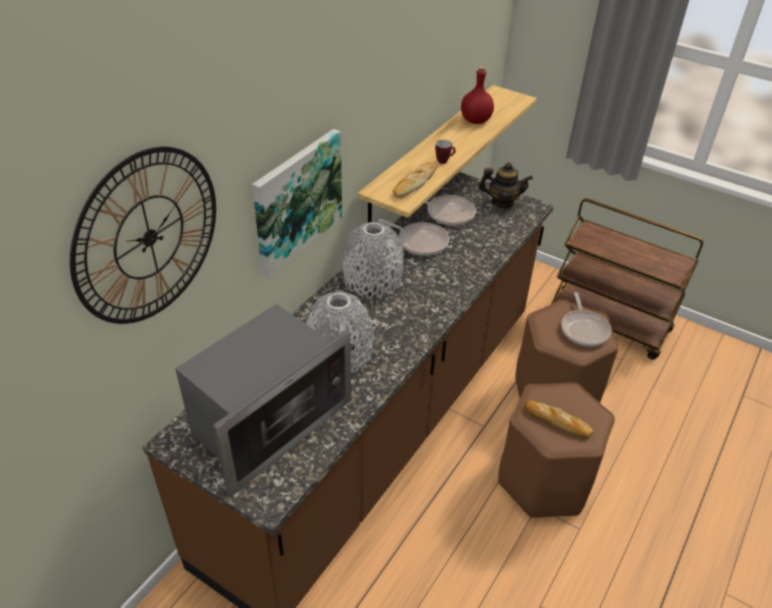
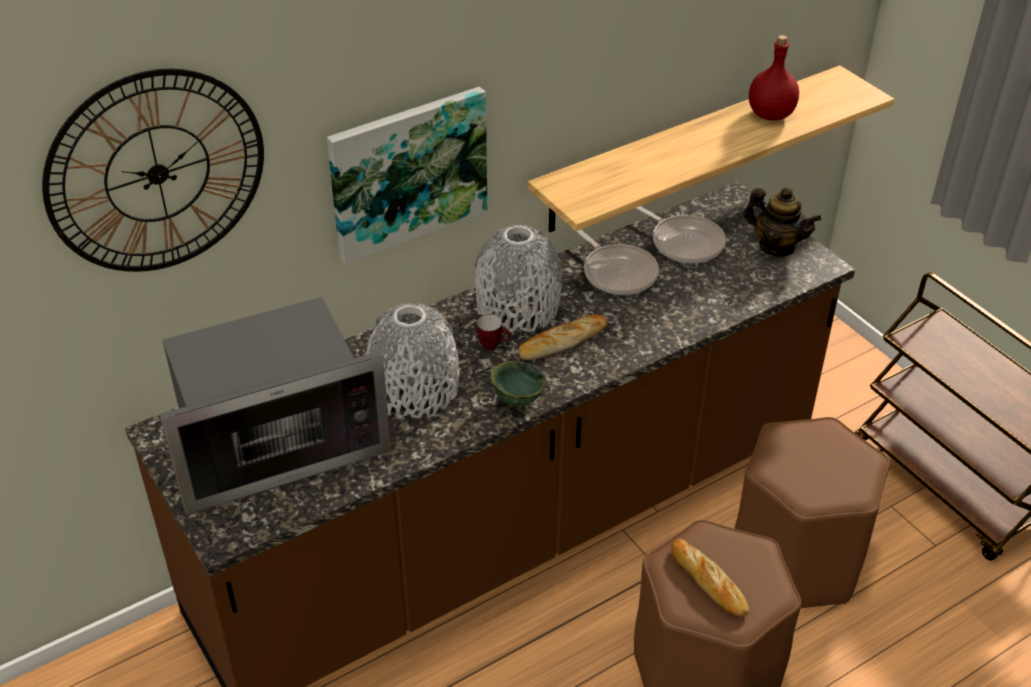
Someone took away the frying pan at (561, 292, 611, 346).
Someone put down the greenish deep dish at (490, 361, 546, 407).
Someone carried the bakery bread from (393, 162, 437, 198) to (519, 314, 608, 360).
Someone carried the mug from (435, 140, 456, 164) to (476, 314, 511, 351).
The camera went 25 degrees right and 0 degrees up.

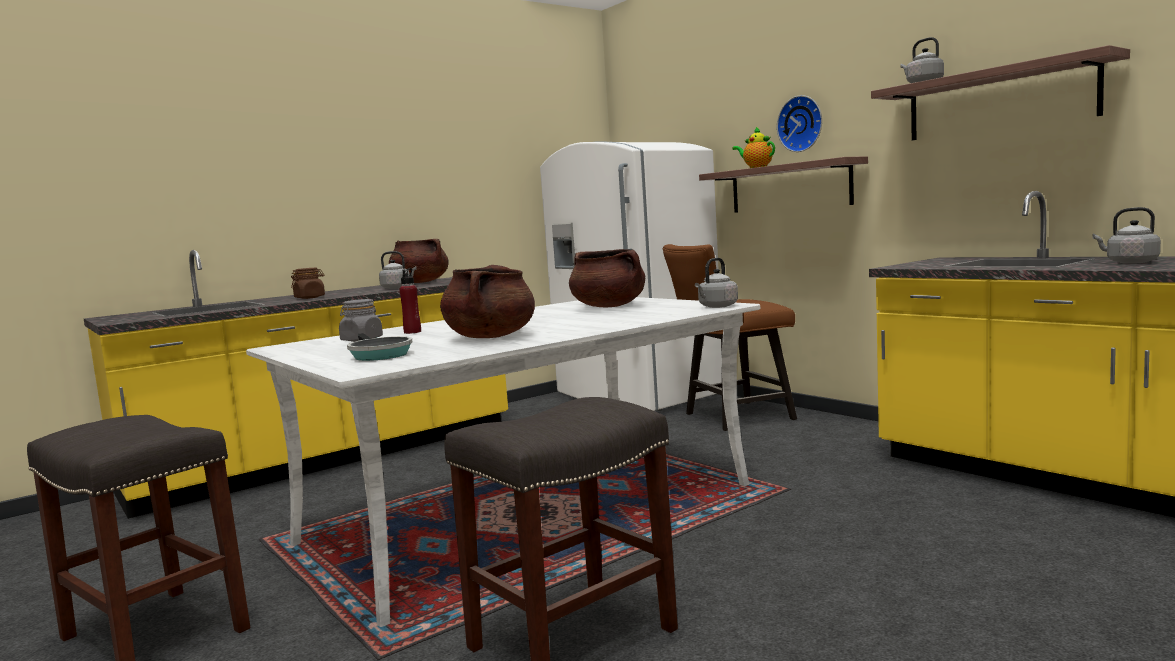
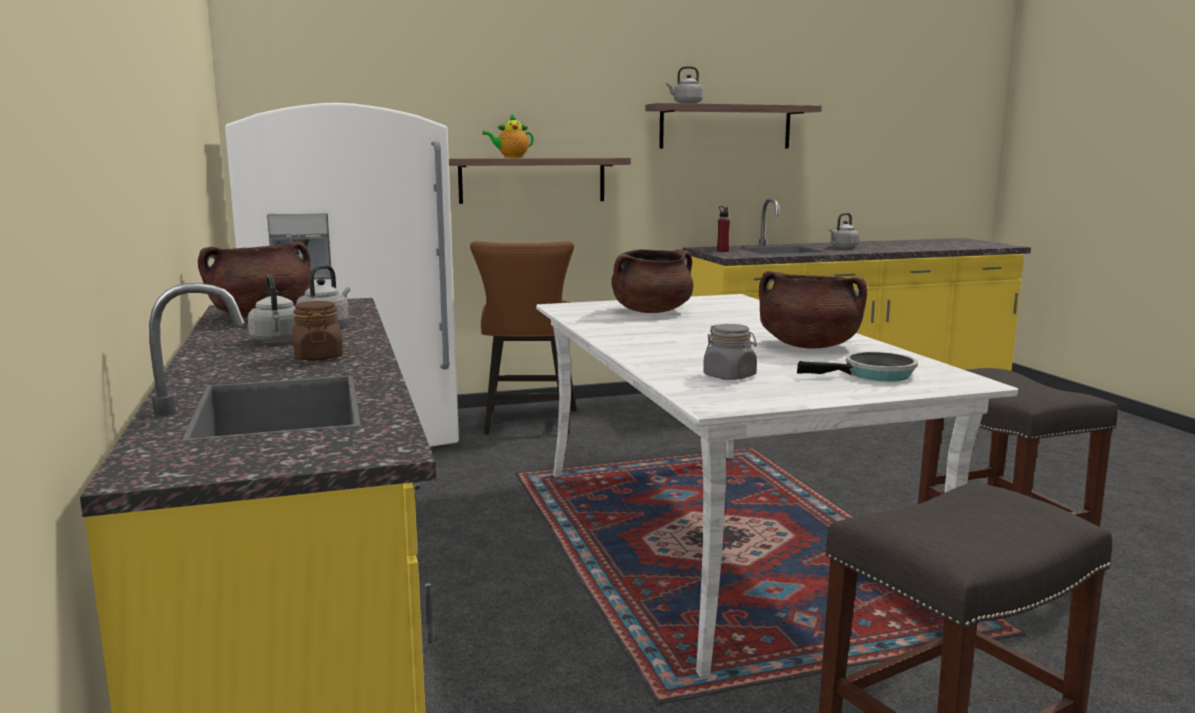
Someone took away the clock on the wall at (777, 95, 822, 152).
Someone carried the red-coloured drink bottle from (399, 268, 421, 334) to (717, 206, 730, 252).
Someone carried the greyish kettle from (695, 258, 738, 308) to (248, 274, 296, 343).
The camera went 70 degrees left and 5 degrees up.

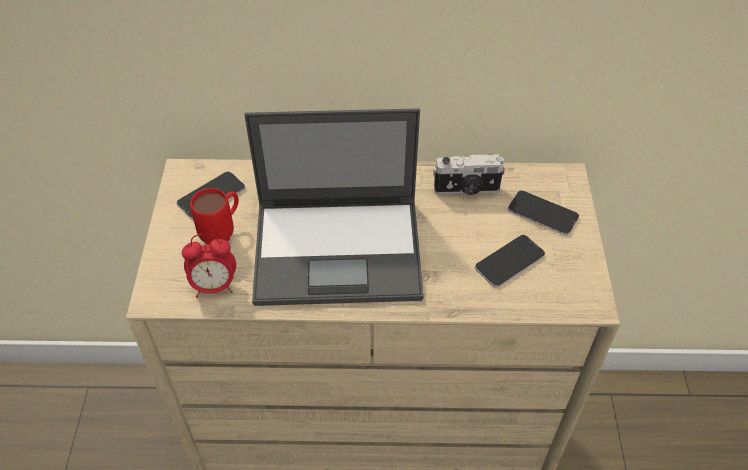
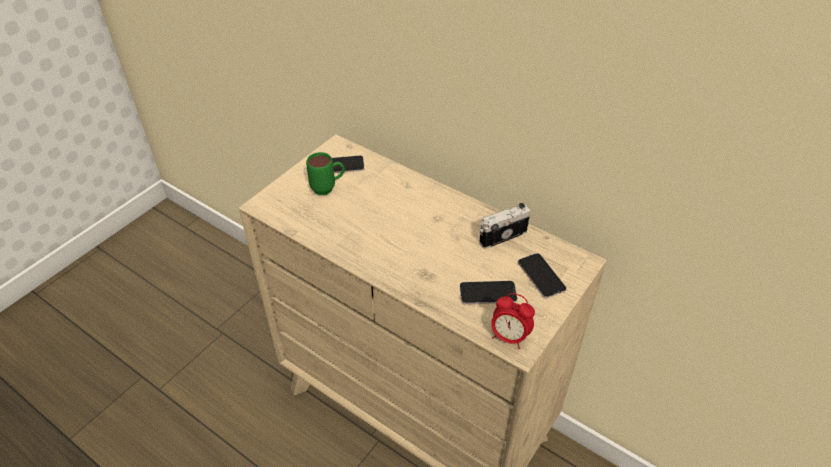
Someone took away the portable computer at (244, 108, 424, 306).
Someone carried the bedside clock from (182, 233, 236, 297) to (491, 293, 535, 349).
Someone repainted the red-coloured mug at (190, 188, 239, 244), which became the greenish mug at (306, 152, 345, 195).
Someone rotated the photo camera at (433, 154, 506, 195) by 120 degrees clockwise.
The camera went 35 degrees right and 5 degrees down.

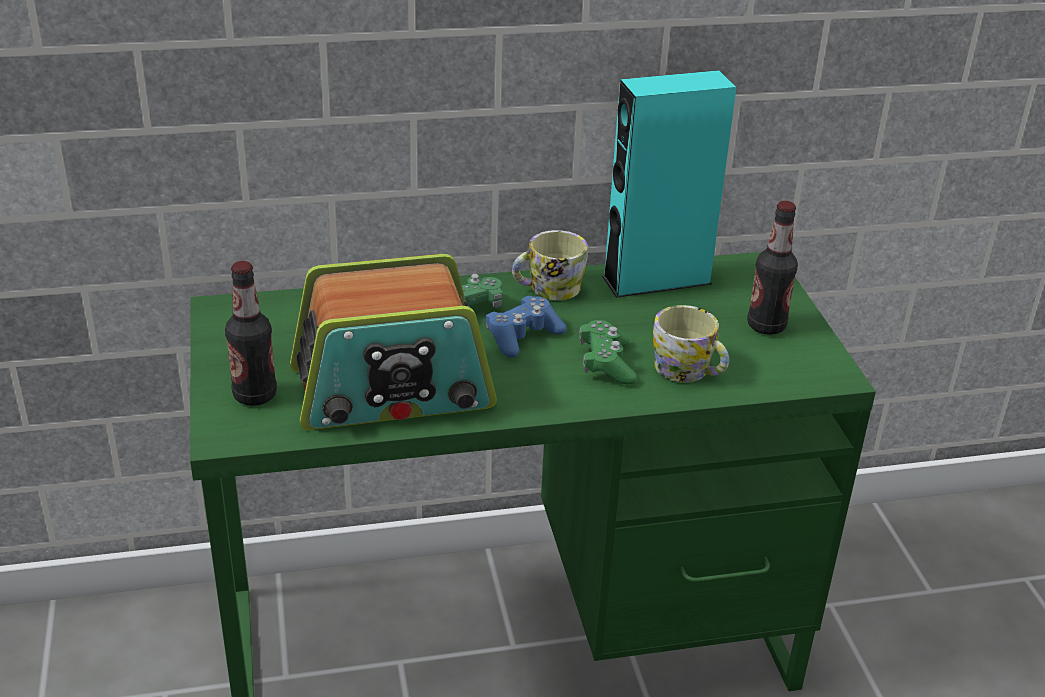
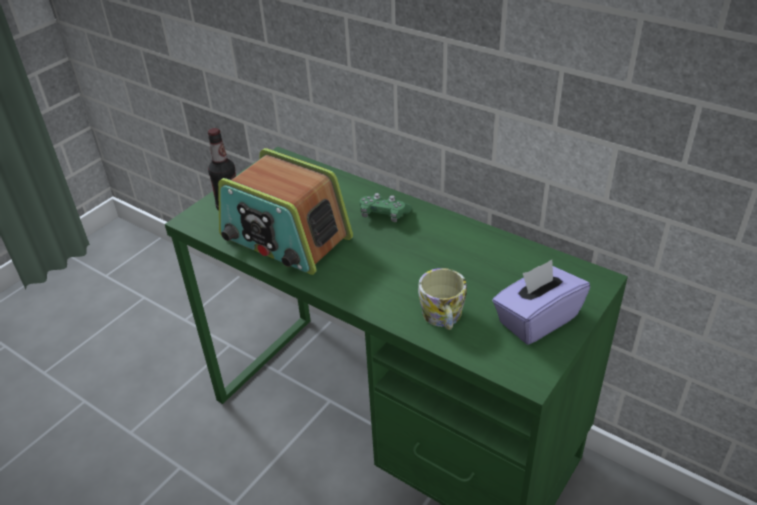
Someone took away the blue gamepad at (486, 296, 566, 358).
Someone took away the mug at (512, 230, 588, 300).
Someone took away the greenish gamepad at (579, 320, 637, 384).
Someone took away the turquoise audio speaker at (602, 70, 737, 298).
Someone swapped the drink bottle at (747, 201, 798, 335) for the purple-coloured tissue holder at (492, 260, 590, 345).
The camera went 50 degrees right and 5 degrees up.

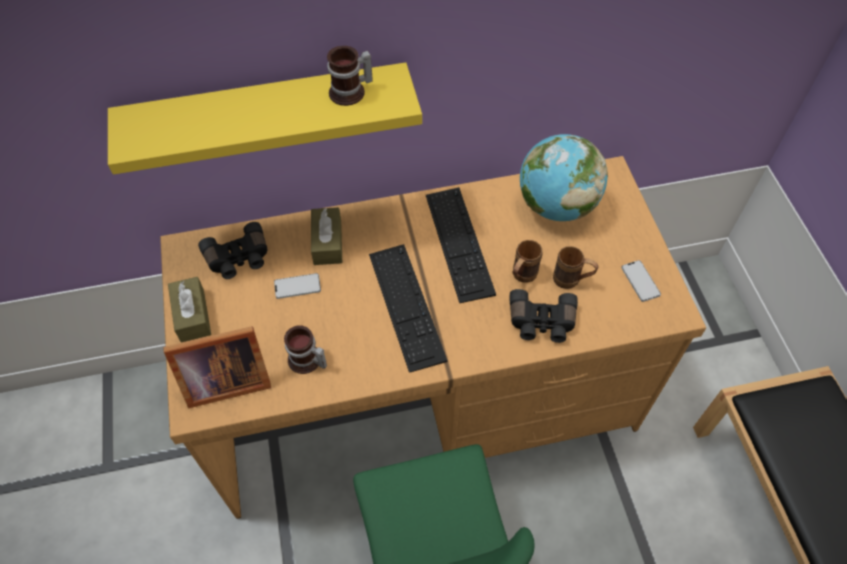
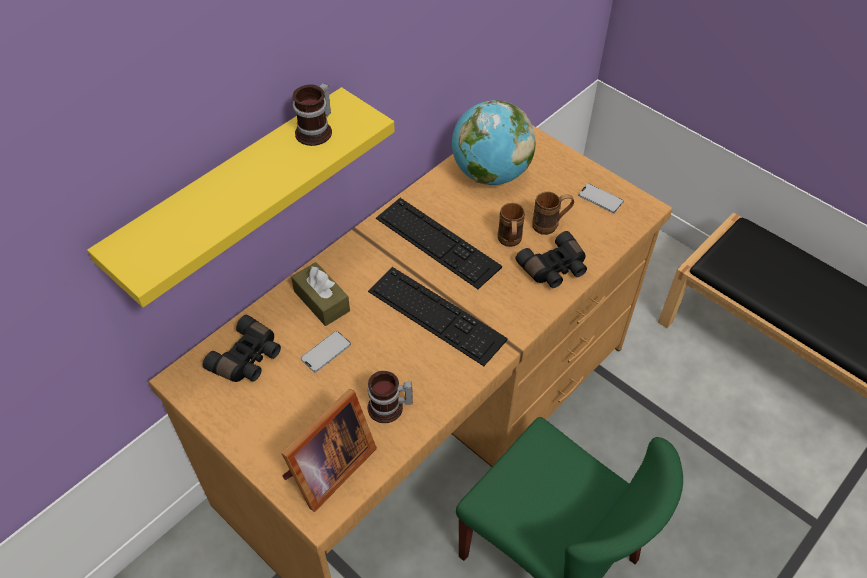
Someone took away the brown-coloured tissue holder at (168, 277, 211, 343).
The camera went 35 degrees left and 5 degrees down.

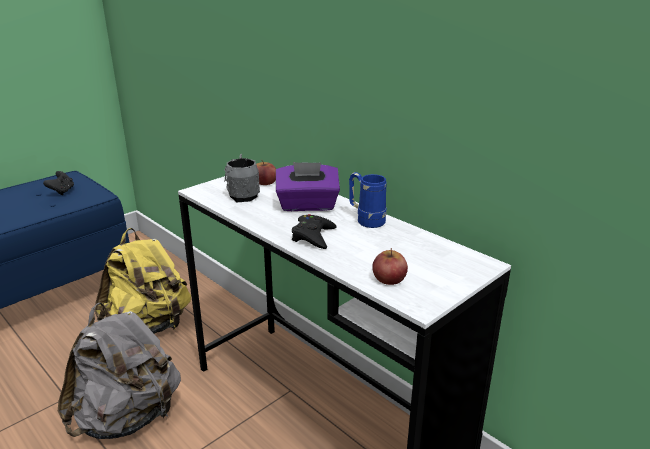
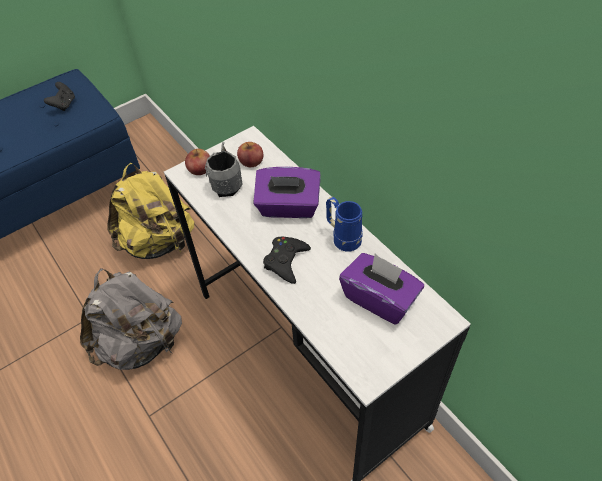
Someone put down the purple-coloured tissue holder at (339, 253, 424, 325).
Someone carried the apple from (372, 248, 408, 285) to (185, 149, 210, 175).
The camera went 10 degrees right and 25 degrees up.

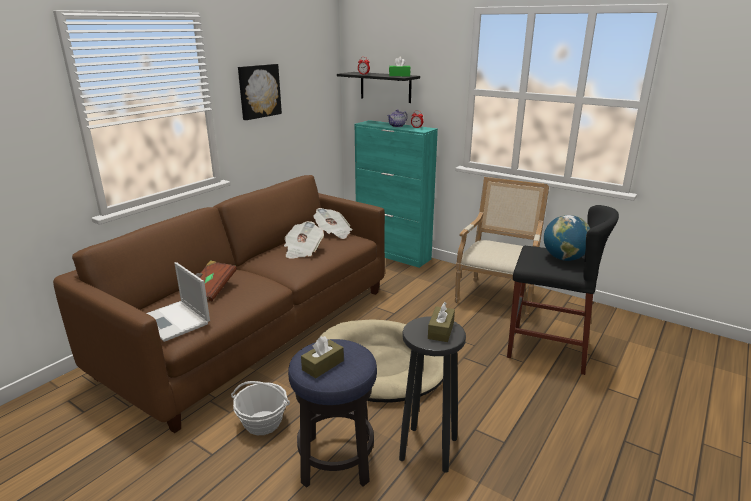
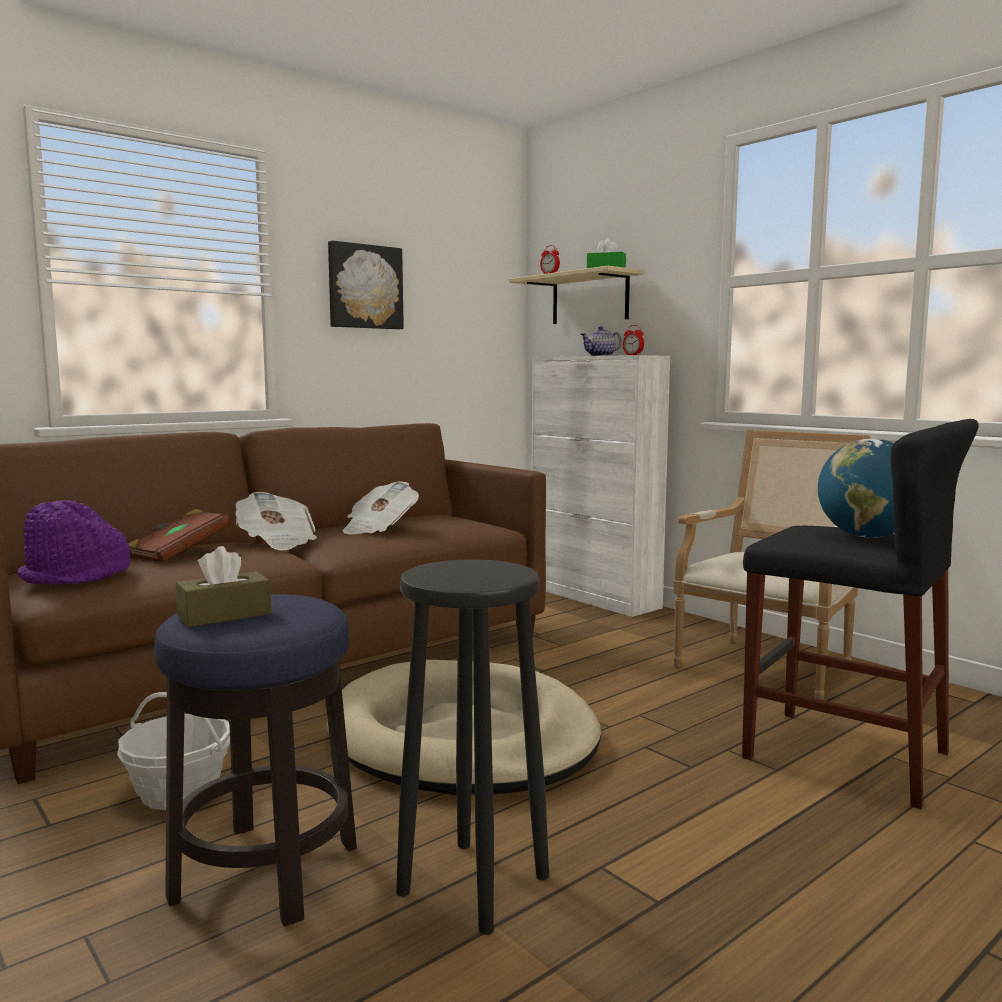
Someone took away the brown-coloured tissue holder at (428, 302, 455, 342).
Someone carried the daily paper from (313, 208, 353, 239) to (235, 492, 317, 551).
Someone swapped the portable computer at (147, 262, 210, 342) for the purple-coloured wearable hat at (18, 500, 130, 585).
Someone repainted the black bracket shelf at (337, 72, 420, 103), which became the beige bracket shelf at (509, 266, 643, 324).
Someone repainted the turquoise cabinet at (354, 120, 438, 268), which became the white cabinet at (532, 355, 670, 617).
The camera went 15 degrees right and 15 degrees down.

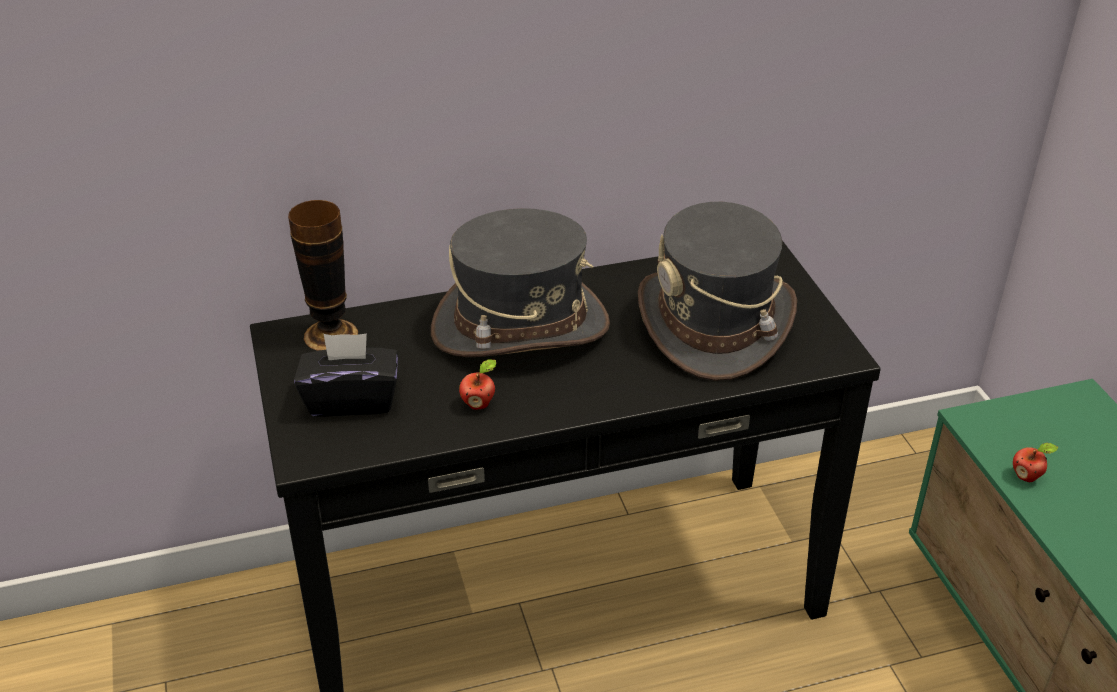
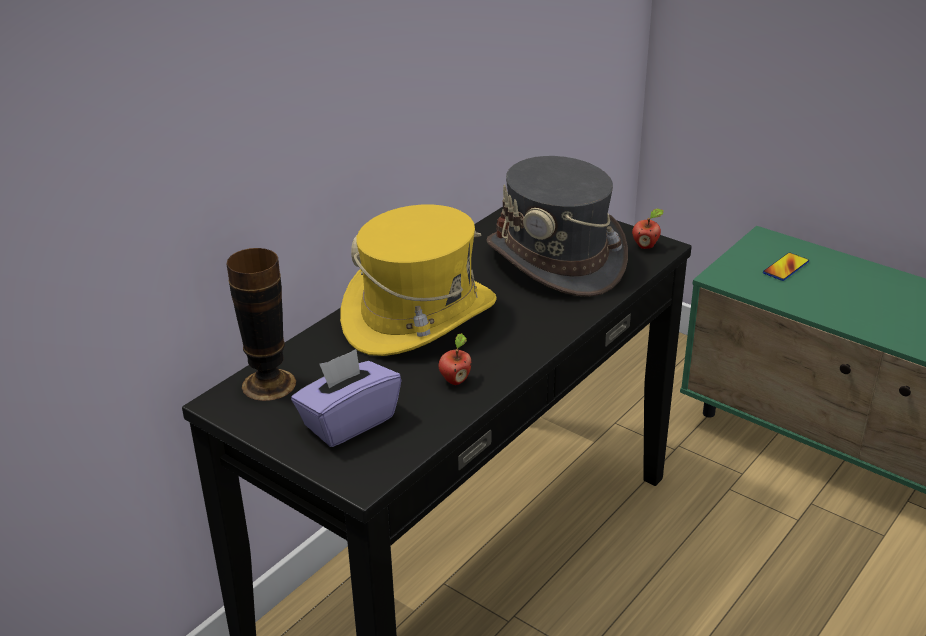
Someone put down the telephone at (763, 252, 809, 281).
Someone carried the apple from (1013, 443, 1058, 482) to (632, 209, 663, 249).
Someone repainted the black tissue holder at (294, 334, 398, 417), which became the purple-coloured tissue holder at (291, 349, 402, 447).
Someone repainted the greyish wearable hat at (431, 208, 610, 357), which became the yellow-coloured wearable hat at (340, 204, 497, 356).
The camera went 35 degrees left and 5 degrees down.

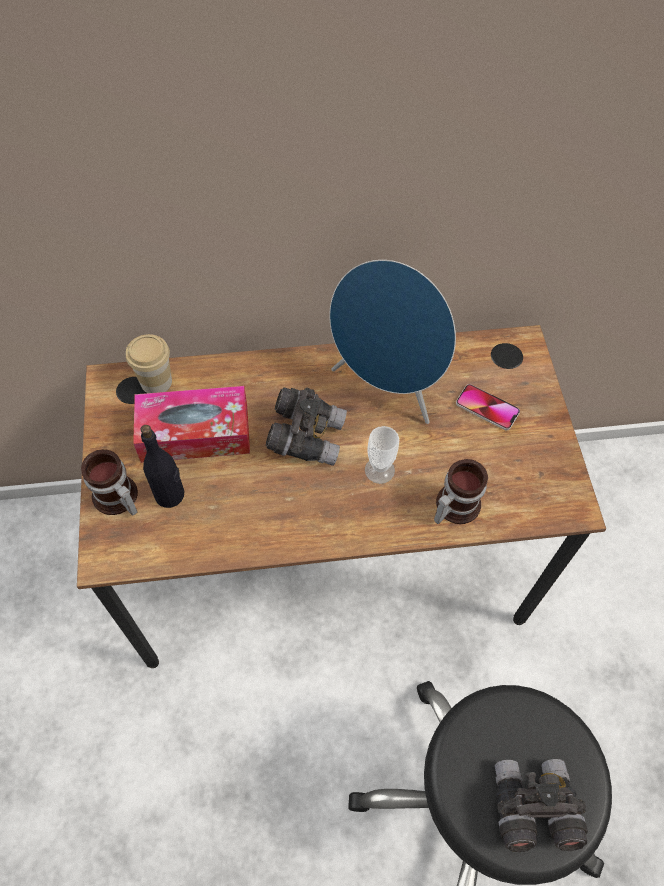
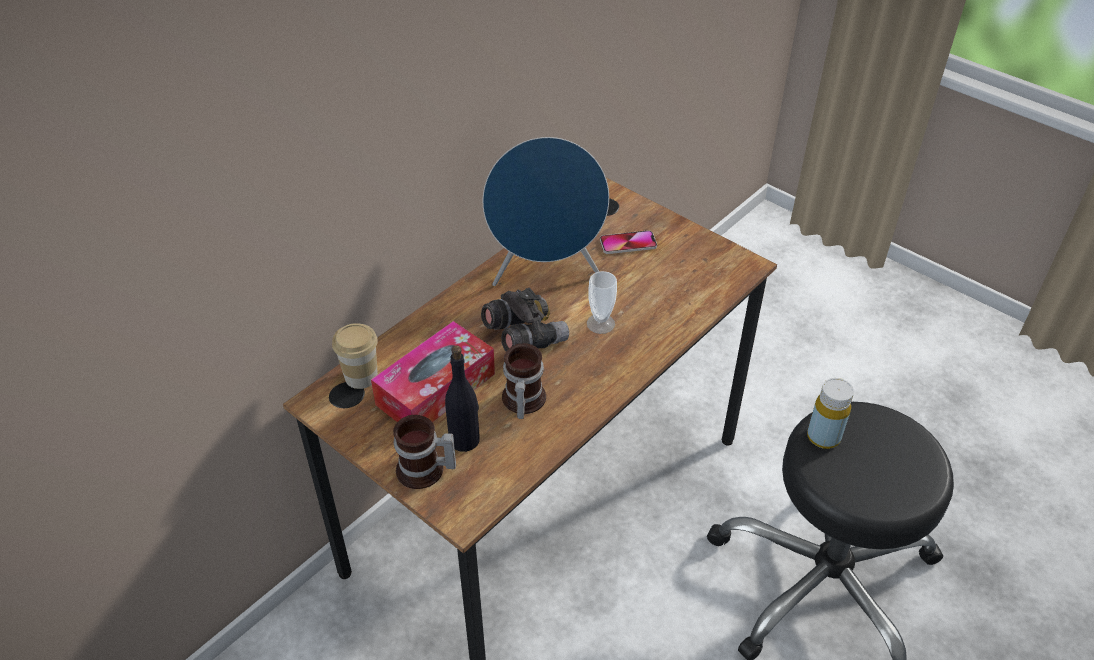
Someone took away the greyish field glasses at (494, 759, 588, 852).
Someone put down the yellow-coloured drink bottle at (807, 378, 854, 449).
Someone carried the mug from (434, 459, 488, 524) to (502, 343, 546, 419).
The camera went 40 degrees left and 15 degrees down.

